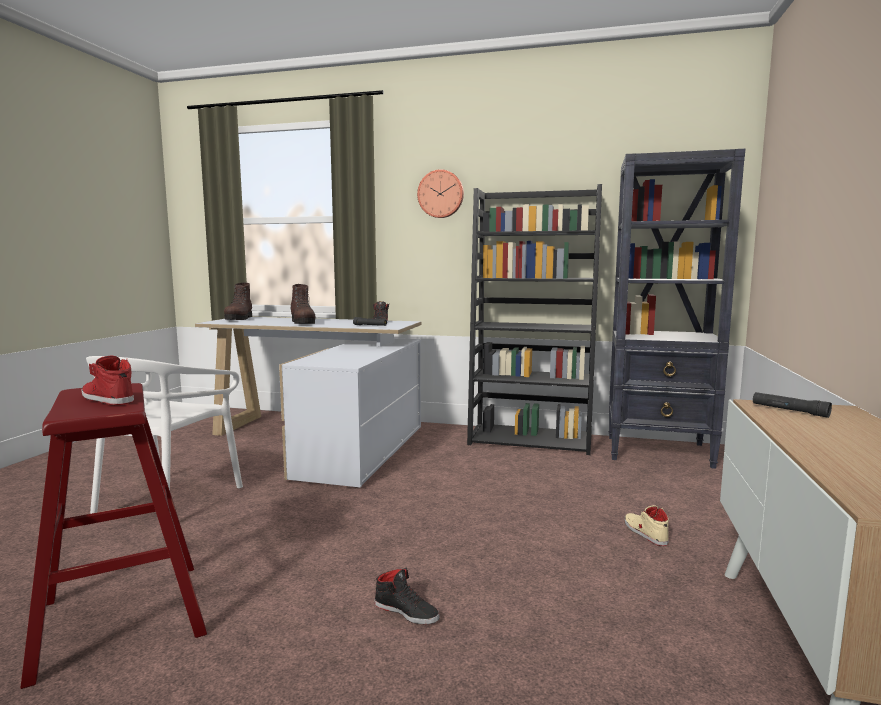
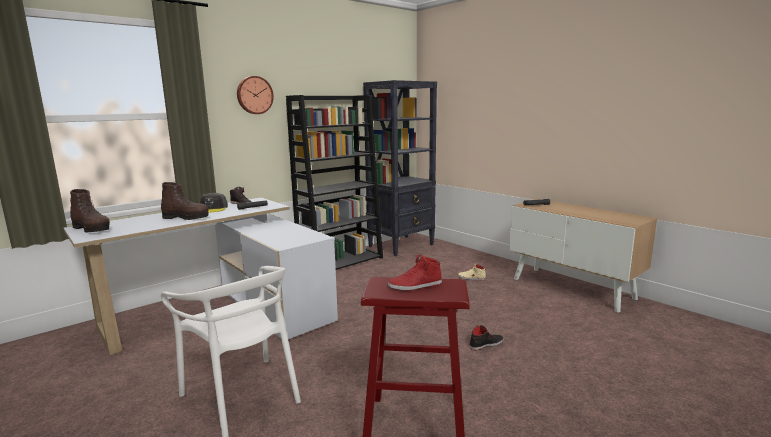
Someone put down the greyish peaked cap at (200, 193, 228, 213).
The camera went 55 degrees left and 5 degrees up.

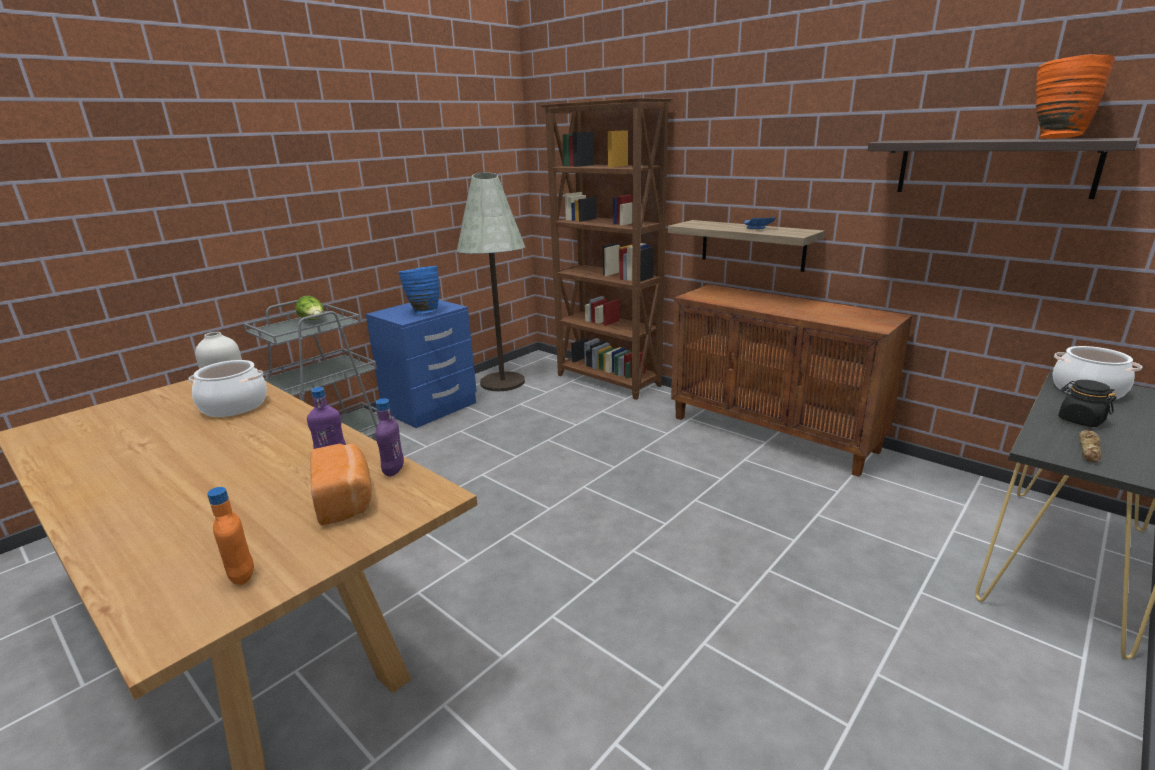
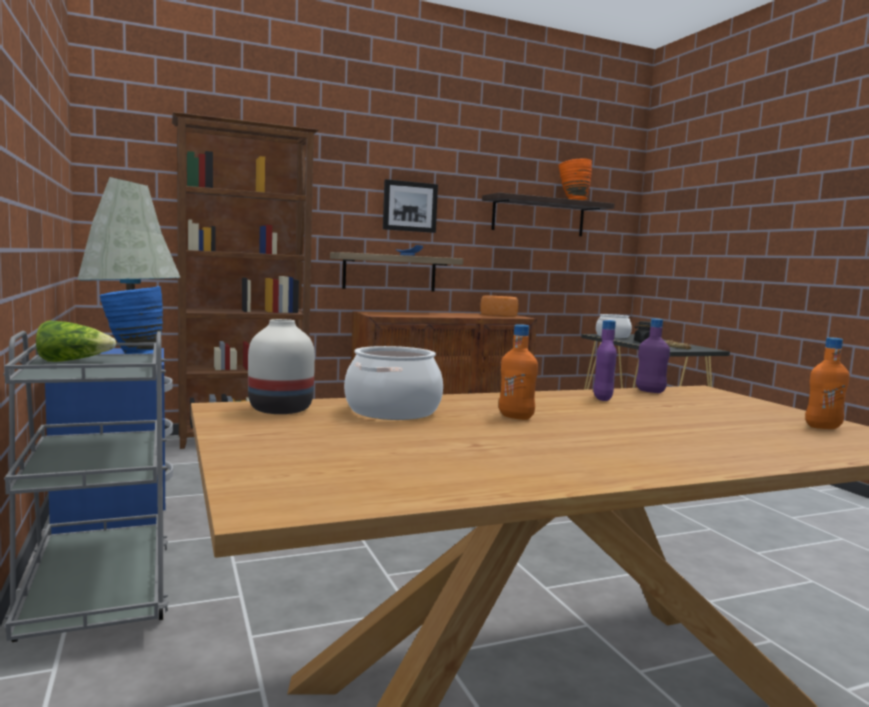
Someone put up the wall picture at (383, 179, 438, 233).
Someone put down the orangey drink bottle at (499, 324, 538, 420).
Someone carried the bakery bread from (310, 443, 372, 525) to (480, 295, 518, 317).
The camera went 65 degrees left and 15 degrees down.

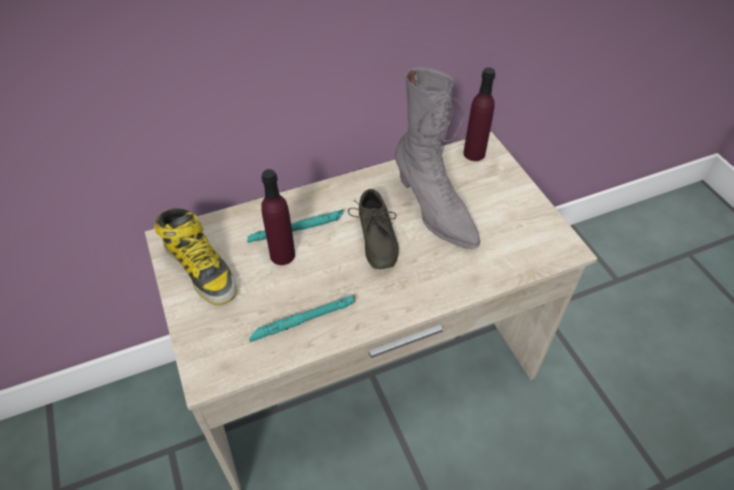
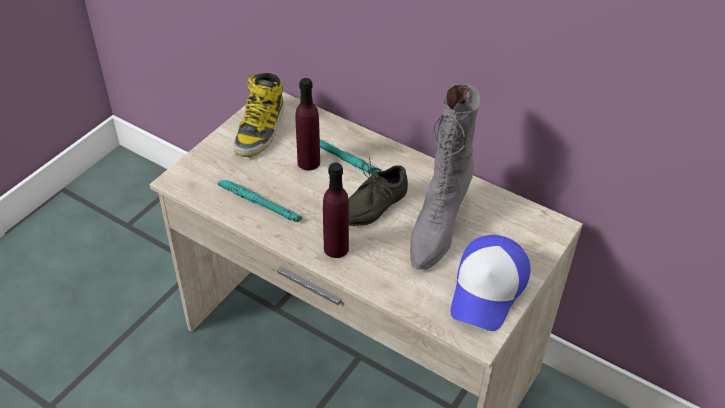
Someone put down the peaked cap at (451, 235, 530, 331).
Someone carried the purple-coloured drink bottle from (463, 67, 495, 161) to (323, 163, 349, 258).
The camera went 55 degrees right and 5 degrees down.

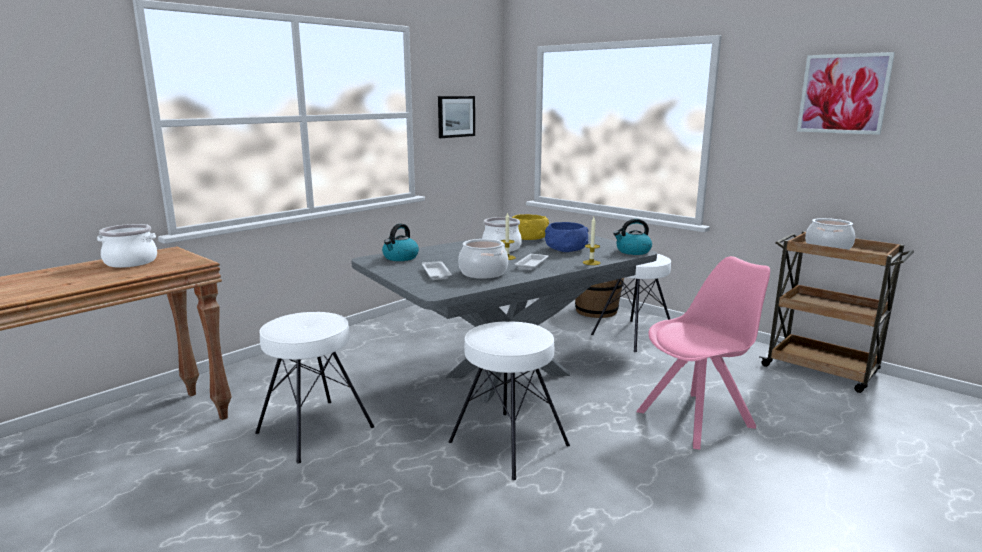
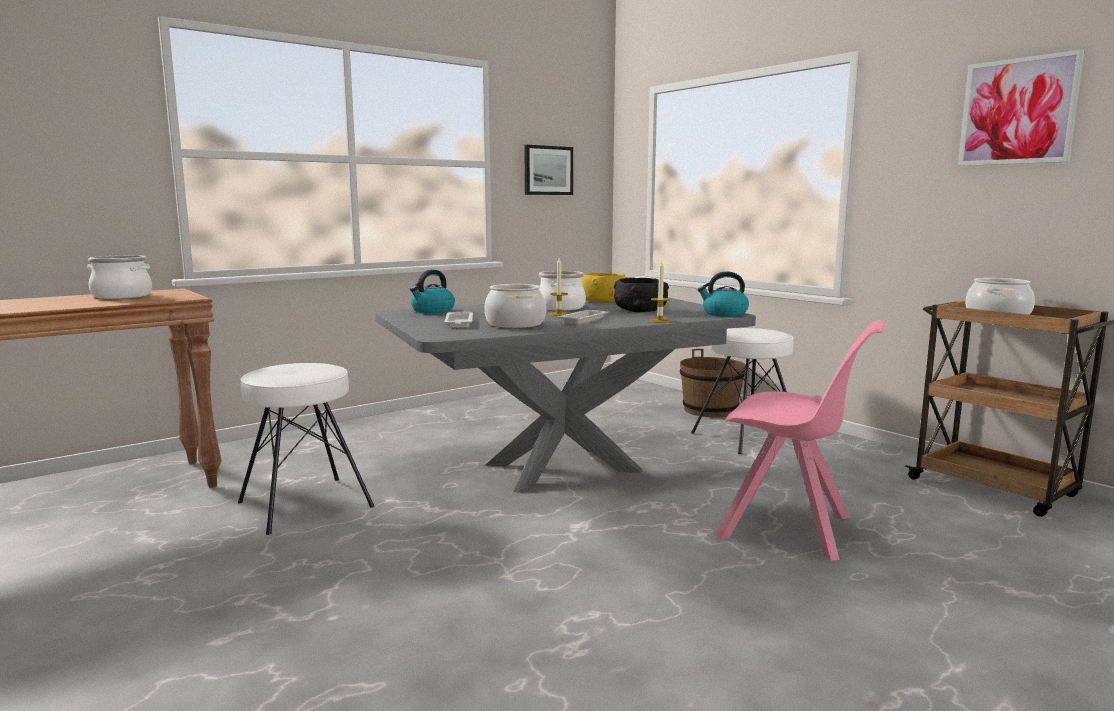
Someone took away the white stool at (449, 322, 570, 480).
Someone repainted the blue deep dish at (545, 222, 588, 252), which became the black deep dish at (614, 278, 669, 312).
Someone rotated the pink-coloured upright chair at (637, 256, 770, 449) by 45 degrees clockwise.
The camera went 10 degrees right and 5 degrees down.

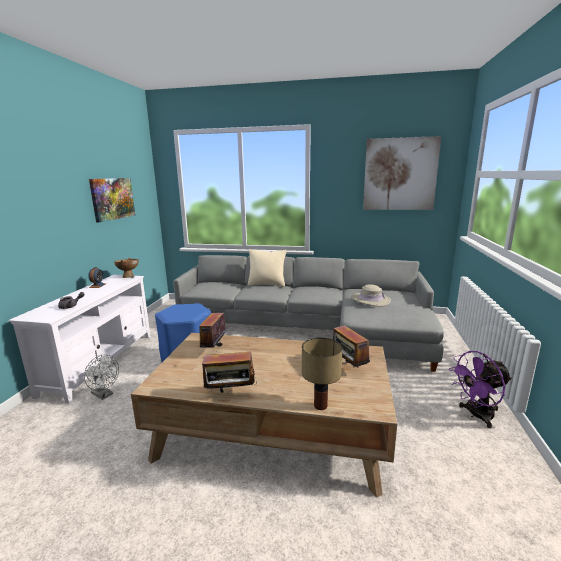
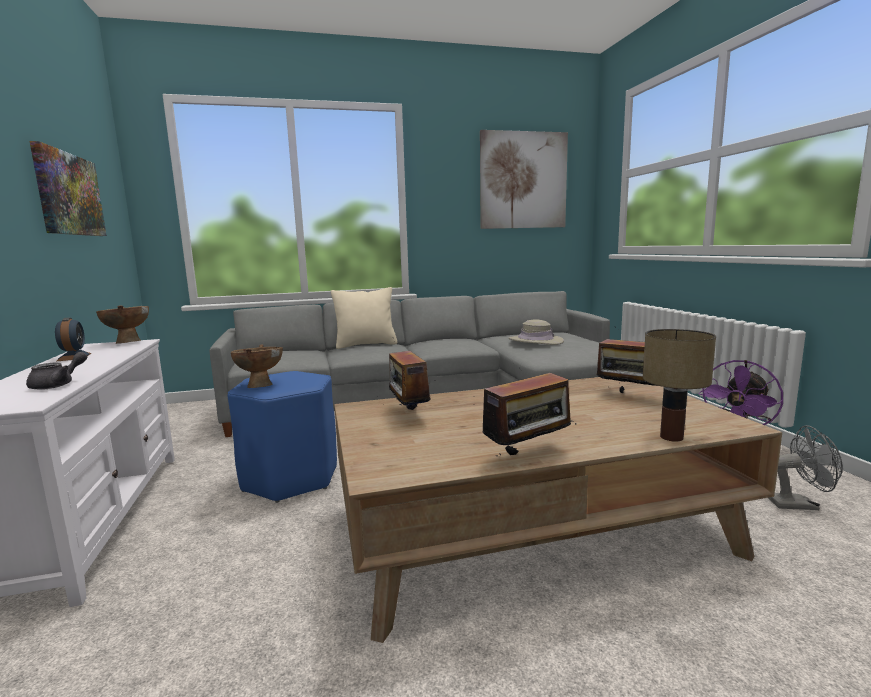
Someone put down the brown-coloured deep dish at (231, 344, 283, 388).
Someone carried the greyish cooling fan from (84, 354, 119, 400) to (769, 425, 843, 510).
The camera went 25 degrees left and 5 degrees down.

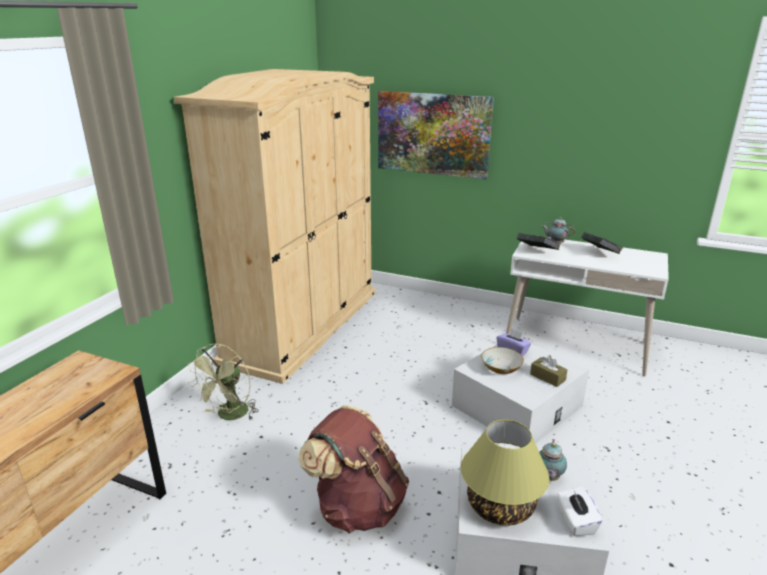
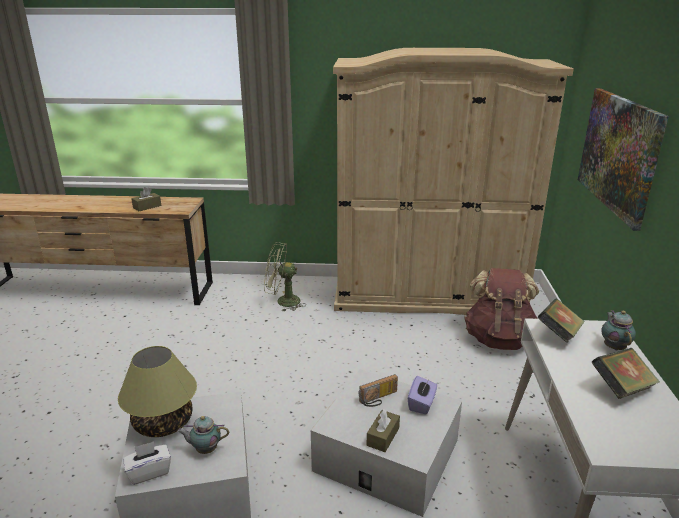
Someone put down the brown-coloured tissue holder at (131, 187, 161, 211).
Someone carried the brown-coloured knapsack from (298, 405, 409, 533) to (464, 268, 539, 350).
Someone swapped the deep dish at (481, 347, 524, 374) for the radio receiver at (359, 374, 398, 407).
The camera went 70 degrees right and 0 degrees up.

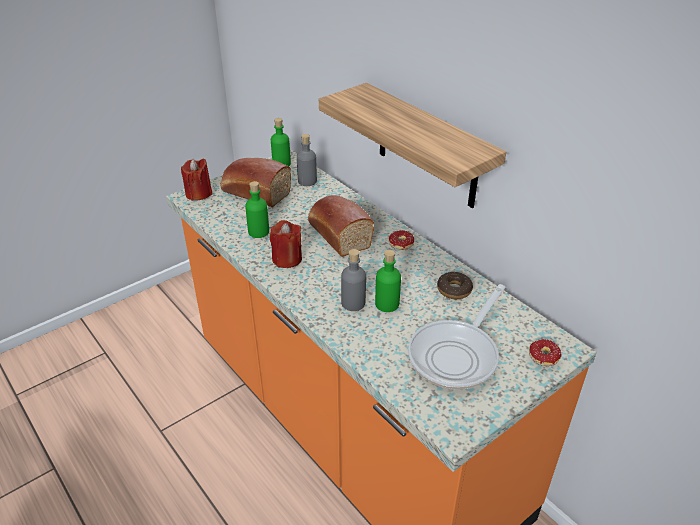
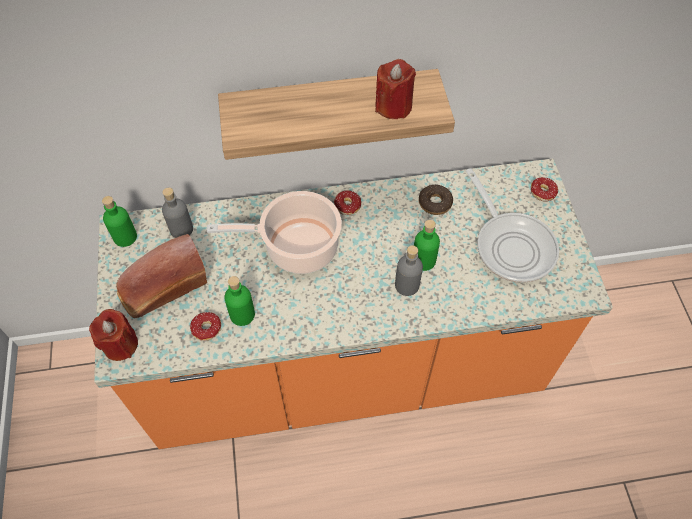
Someone put down the donut at (190, 312, 221, 341).
Someone carried the red-coloured wax light from (270, 220, 302, 268) to (375, 59, 416, 119).
Someone swapped the bakery bread at (308, 195, 374, 257) for the cooking pot at (207, 191, 342, 274).
The camera went 60 degrees left and 20 degrees up.

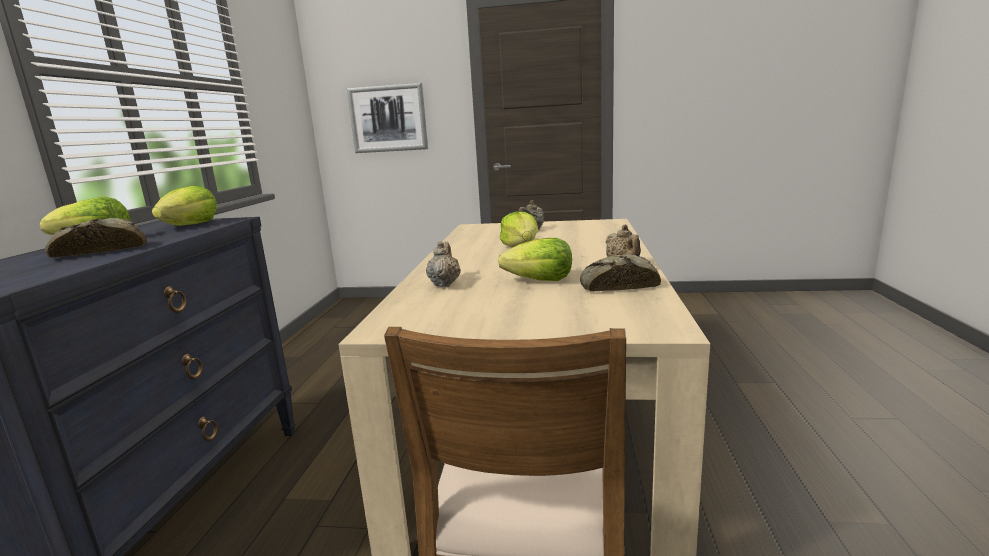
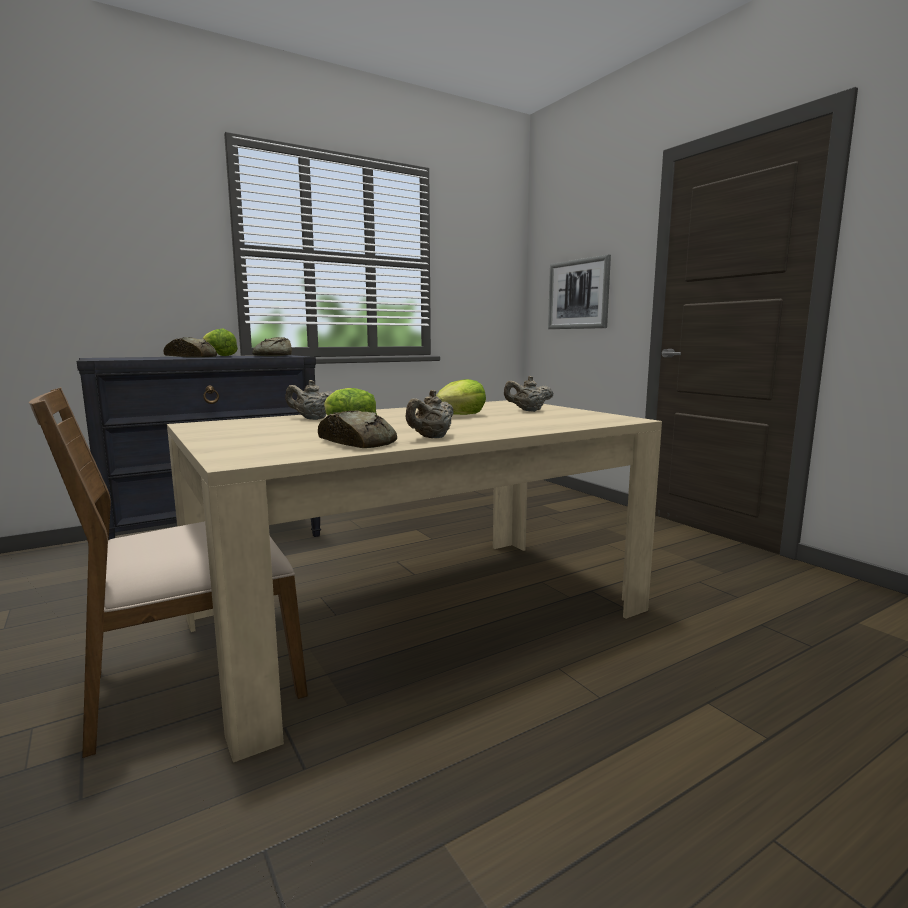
Someone swapped the lettuce at (152, 186, 217, 226) for the bakery bread at (252, 337, 291, 356).
Someone rotated the beige tea pot at (426, 241, 461, 287) by 135 degrees counterclockwise.
The camera went 50 degrees right and 5 degrees down.

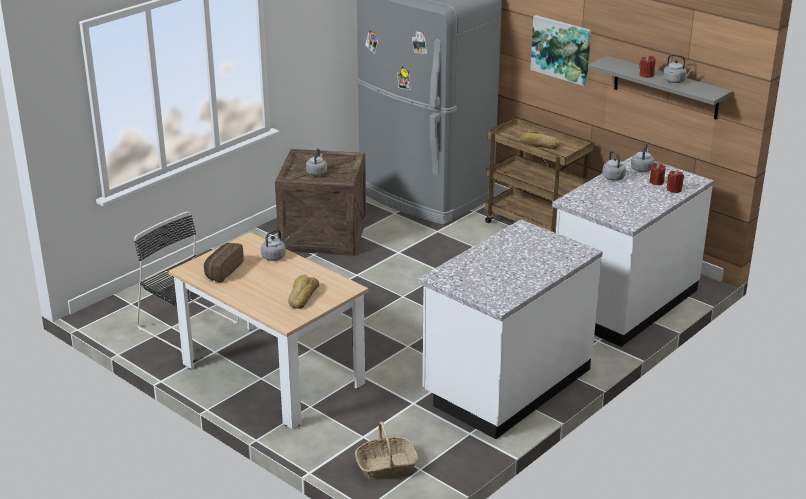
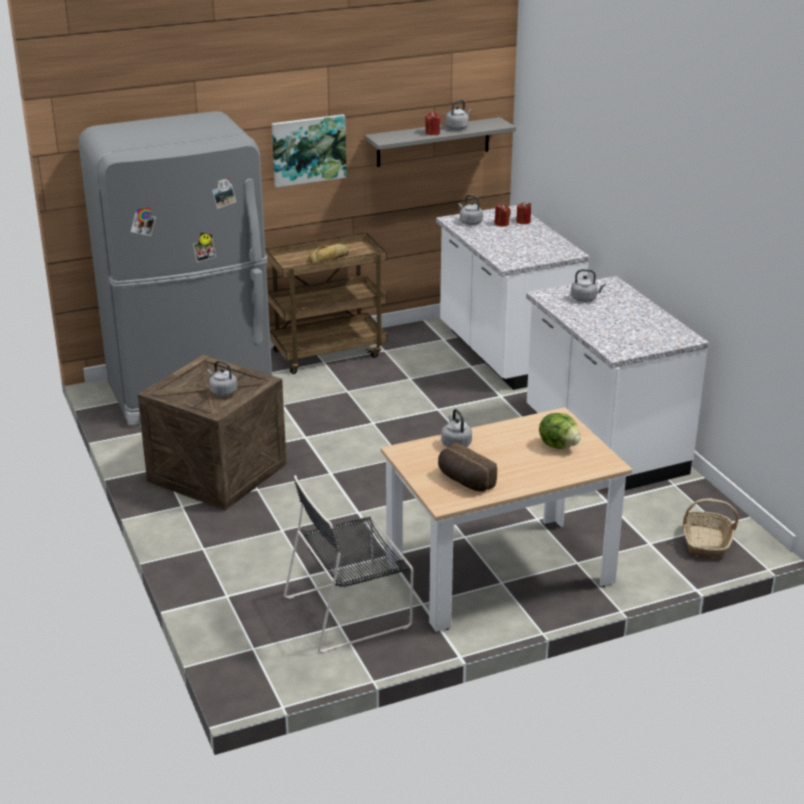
Someone carried the greyish kettle from (602, 151, 626, 181) to (571, 269, 606, 302).
Someone swapped the bakery bread at (288, 275, 319, 309) for the lettuce at (539, 413, 581, 449).
The camera went 65 degrees left and 0 degrees up.

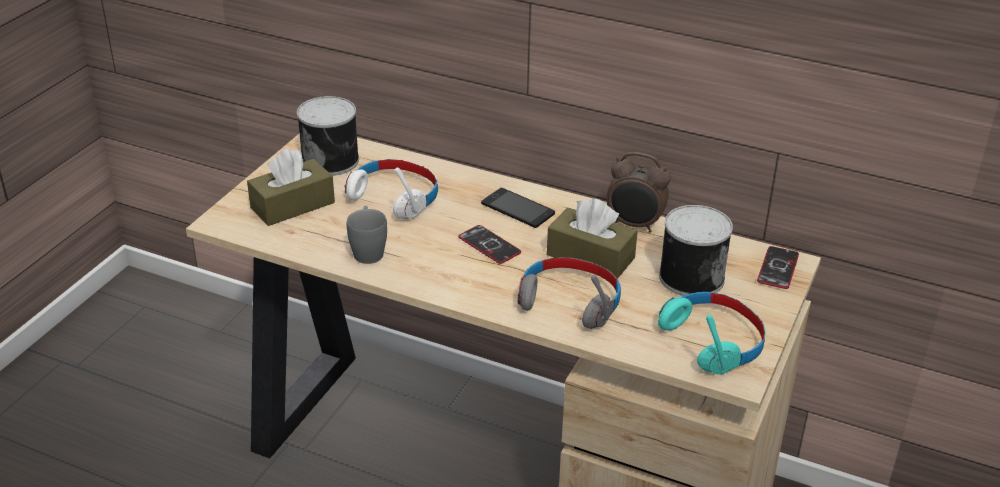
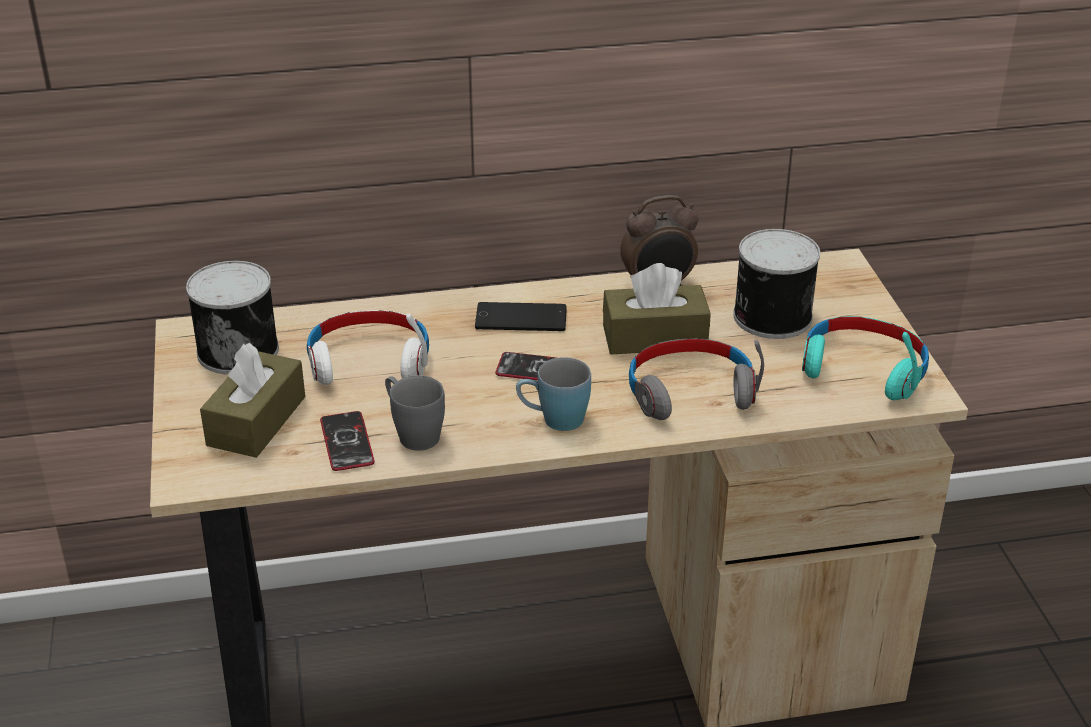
Someone put down the blue mug at (516, 357, 591, 431).
Someone carried the telephone from (757, 246, 799, 289) to (320, 411, 375, 471).
The camera went 35 degrees left and 0 degrees up.

